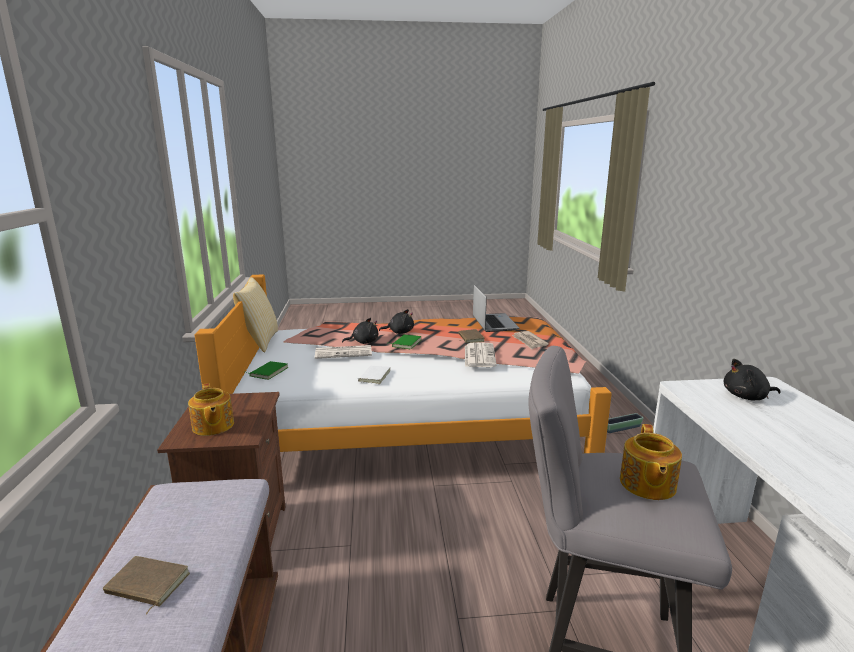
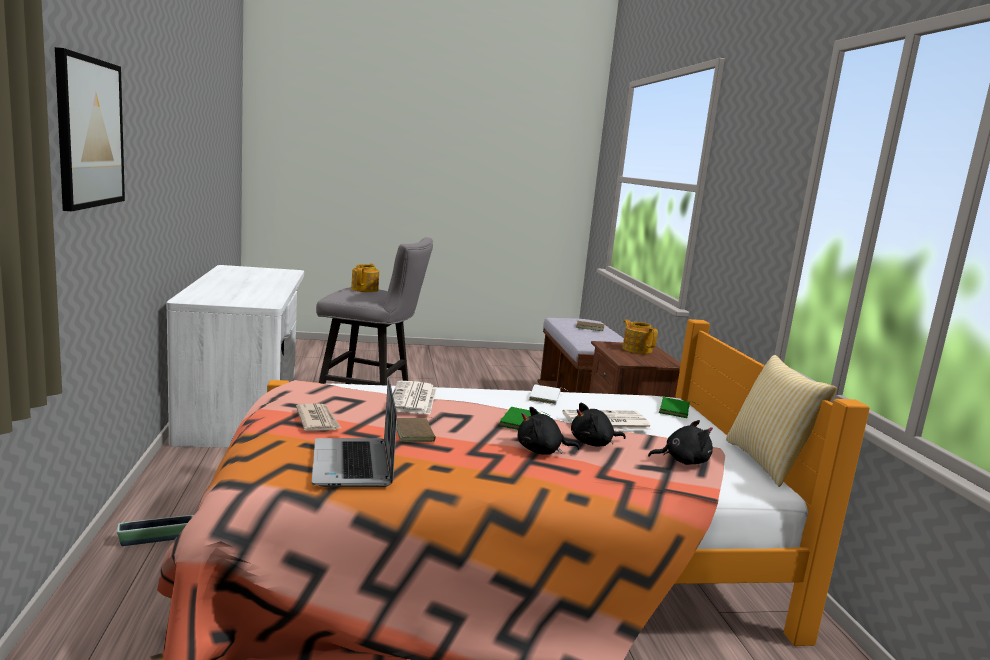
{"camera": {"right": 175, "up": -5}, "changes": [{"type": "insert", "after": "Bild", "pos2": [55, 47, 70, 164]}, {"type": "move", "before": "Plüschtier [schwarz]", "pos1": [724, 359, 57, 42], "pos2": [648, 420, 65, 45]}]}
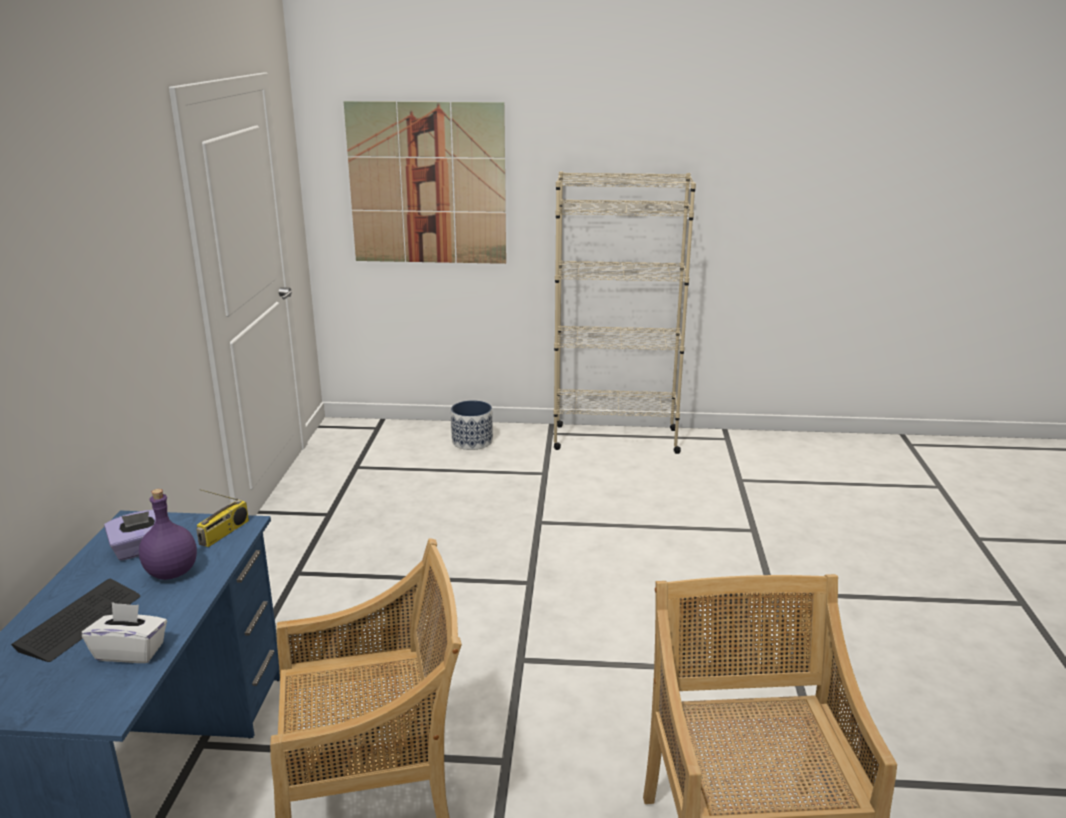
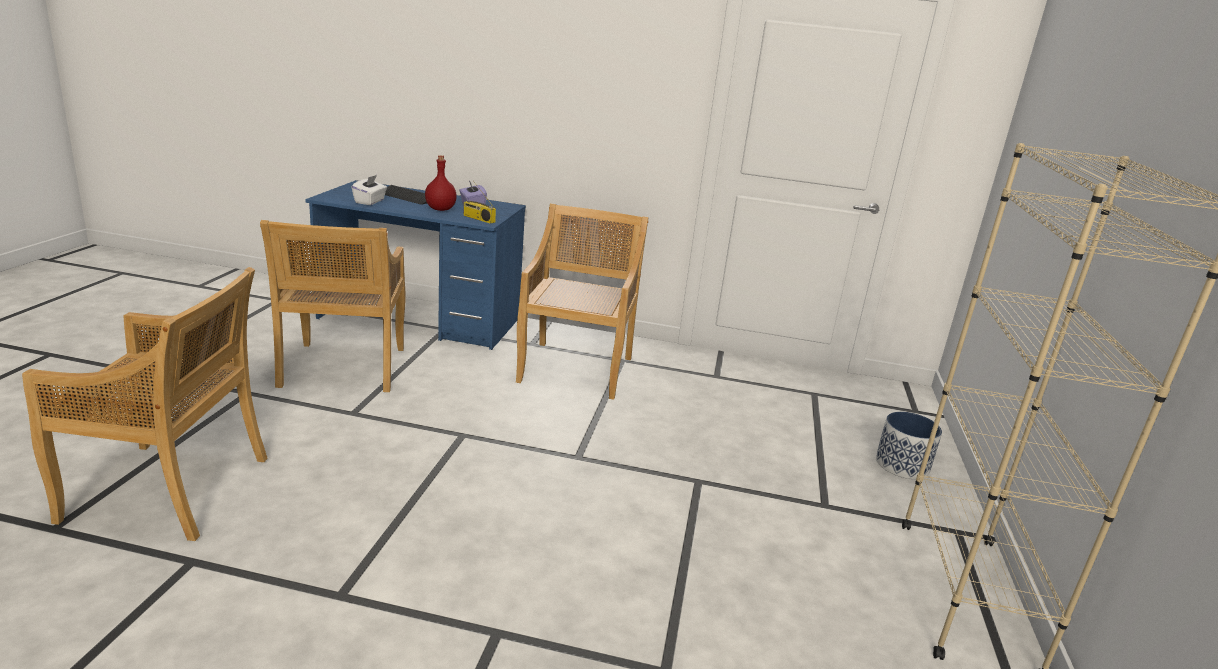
{"camera": {"right": 95, "up": 0}, "changes": [{"type": "delete", "before": "Bild", "pos1": [344, 101, 162, 163]}, {"type": "insert", "after": "Stuhl [beige]", "pos2": [516, 203, 132, 197]}, {"type": "recolor", "before": "Flasche [lila]", "after": "Flasche [rot]", "pos1": [139, 489, 58, 91], "pos2": [425, 155, 32, 56]}]}
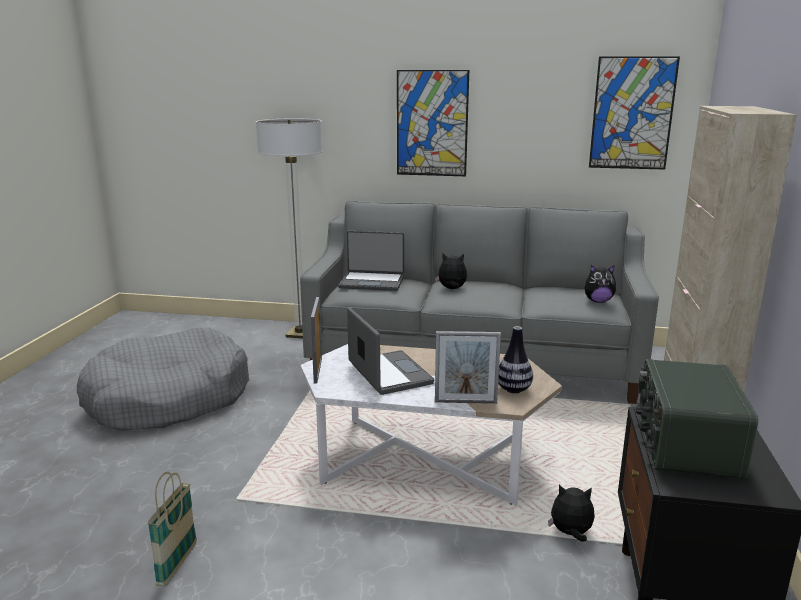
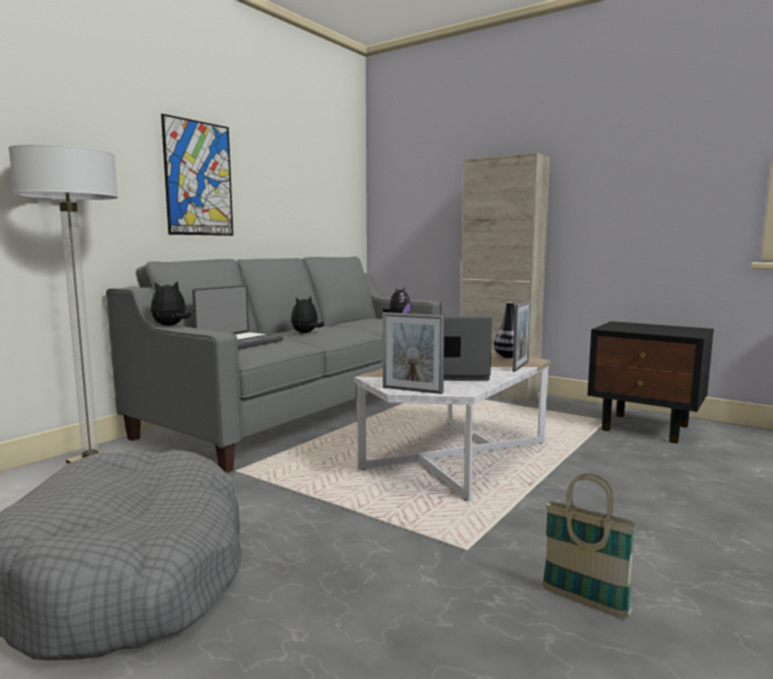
{"camera": {"right": -65, "up": -10}, "changes": [{"type": "delete", "before": "Bild", "pos1": [589, 56, 91, 114]}, {"type": "delete", "before": "Radio", "pos1": [636, 359, 122, 120]}, {"type": "move", "before": "Plüschtier", "pos1": [548, 484, 47, 58], "pos2": [151, 281, 40, 45]}]}
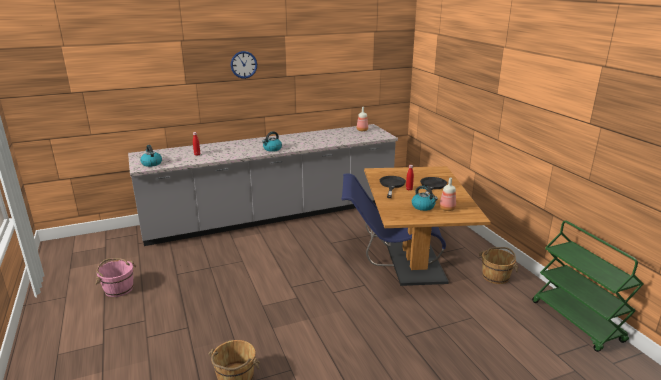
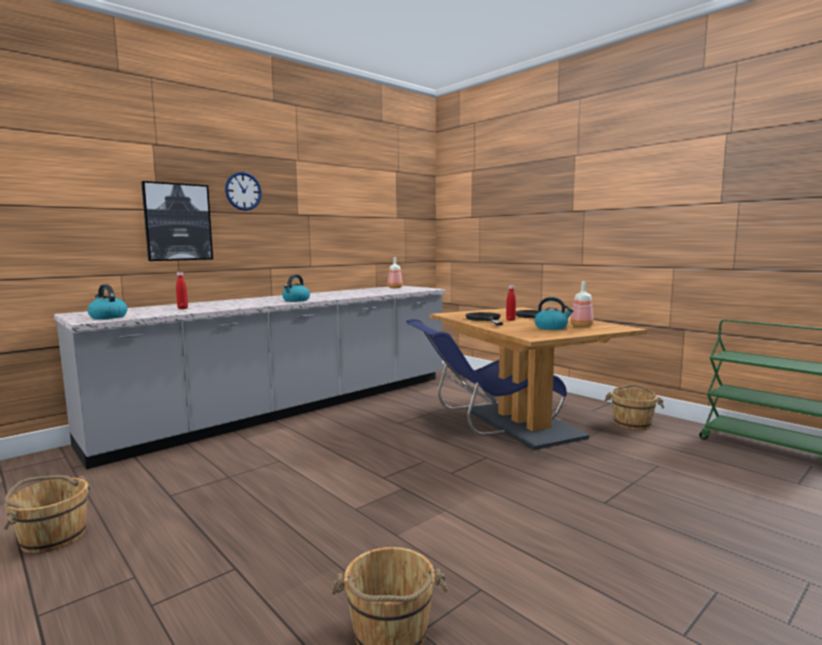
{"camera": {"right": -20, "up": -15}, "changes": [{"type": "insert", "after": "Bild", "pos2": [141, 181, 72, 80]}, {"type": "recolor", "before": "Eimer [rosa]", "after": "Eimer [braun]", "pos1": [95, 258, 42, 39], "pos2": [3, 475, 88, 78]}]}
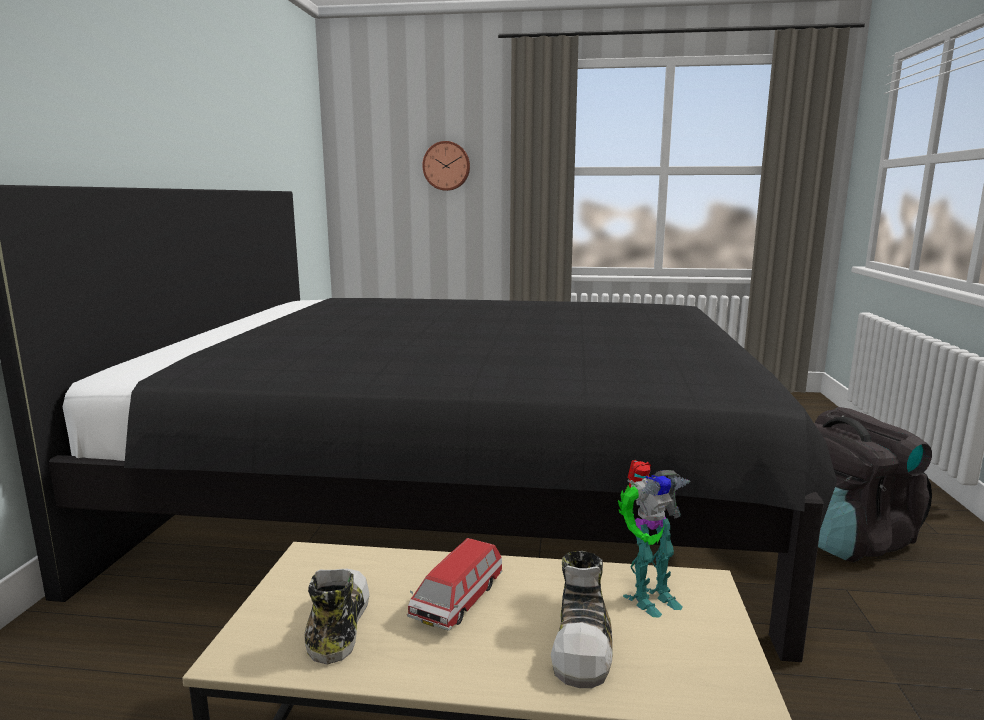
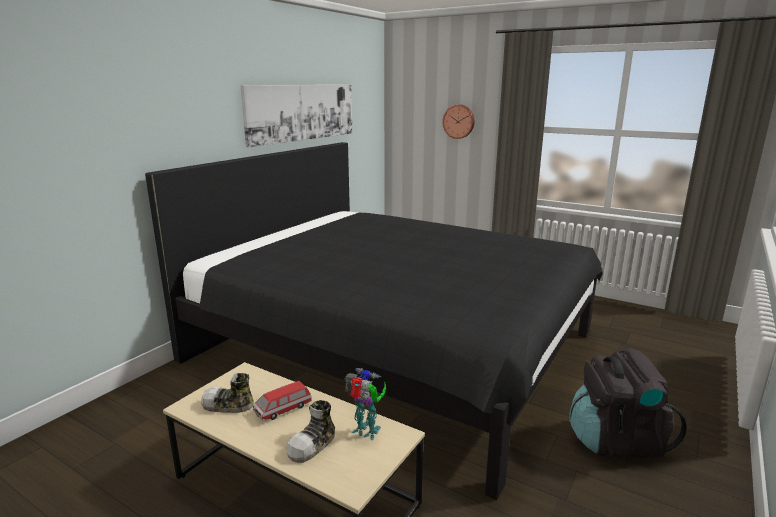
{"camera": {"right": 25, "up": 5}, "changes": [{"type": "insert", "after": "Bild", "pos2": [240, 85, 112, 63]}, {"type": "rotate", "before": "Schuh", "pos1": [304, 568, 66, 97], "pos2": [201, 373, 53, 40], "turn": -105}, {"type": "rotate", "before": "Spielzeugroboter", "pos1": [618, 460, 73, 157], "pos2": [344, 368, 42, 72], "turn": -150}]}
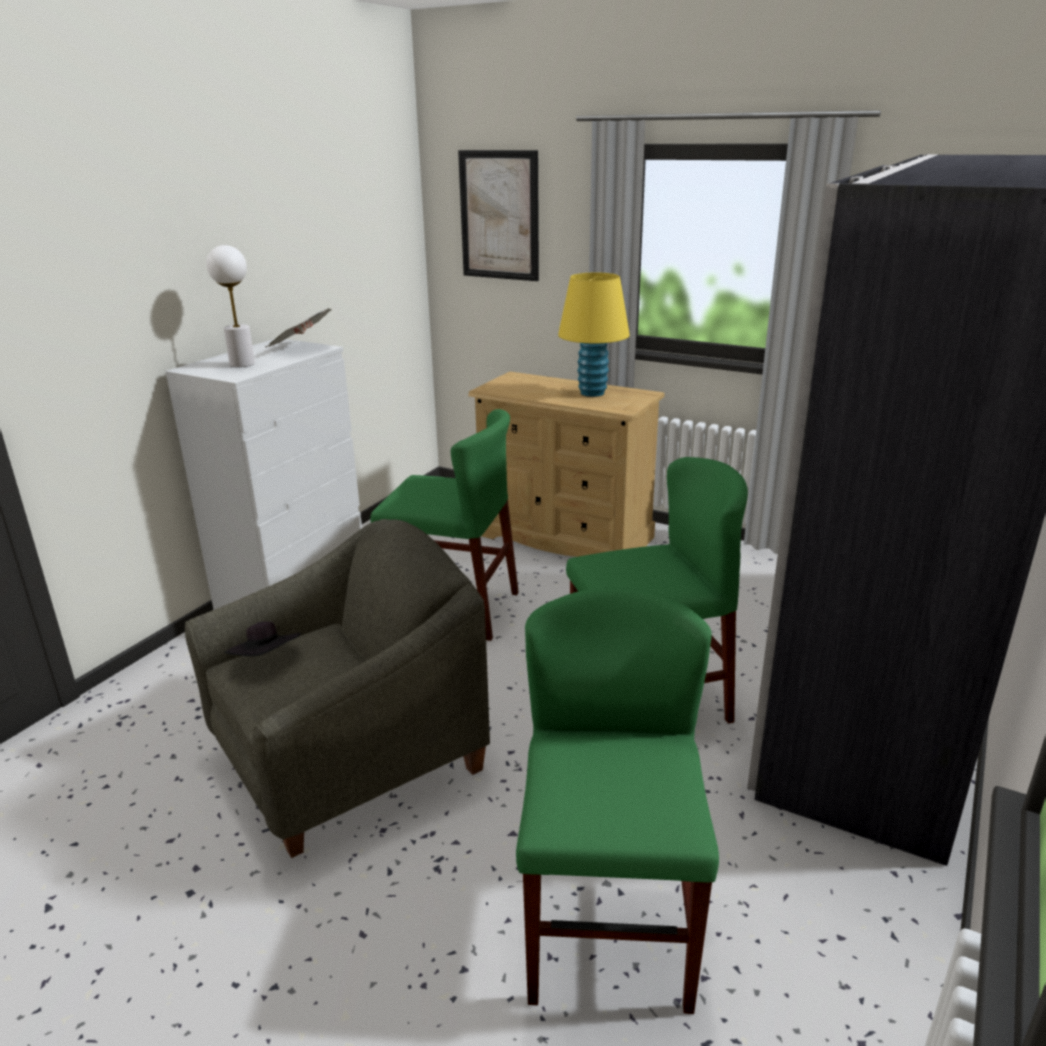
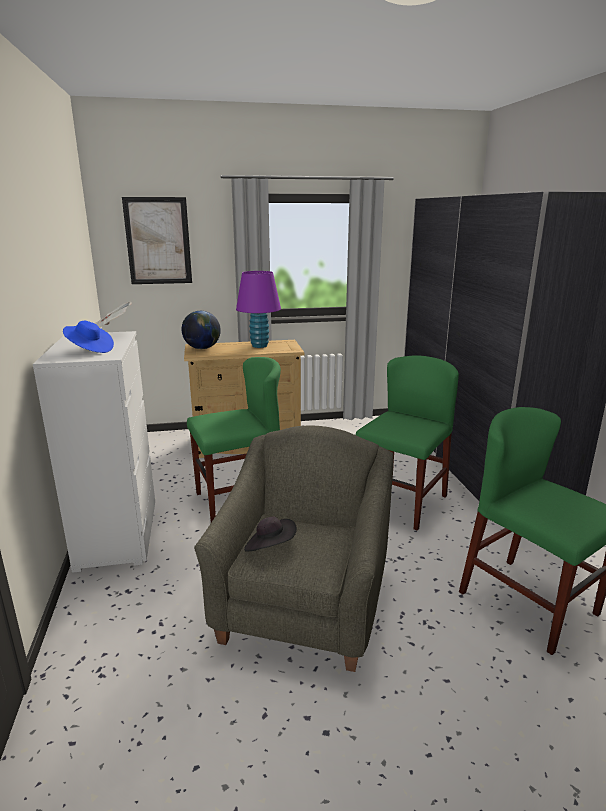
{"camera": {"right": -40, "up": -5}, "changes": [{"type": "insert", "after": "Globus", "pos2": [182, 311, 39, 38]}, {"type": "replace", "before": "Tischlampe [weiß]", "after": "Hut [blau]", "pos1": [206, 245, 49, 122], "pos2": [63, 321, 51, 32]}, {"type": "recolor", "before": "Tischlampe [gelb]", "after": "Tischlampe [lila]", "pos1": [558, 272, 72, 125], "pos2": [236, 271, 45, 77]}]}
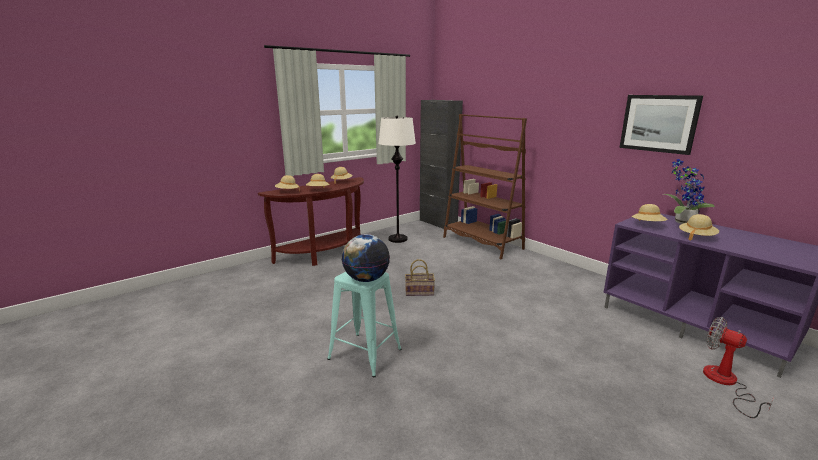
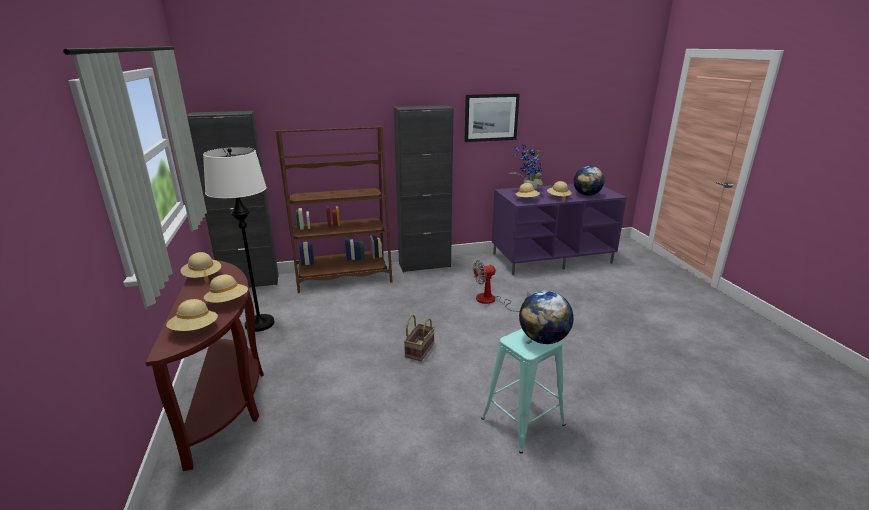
{"camera": {"right": -65, "up": 5}, "changes": [{"type": "insert", "after": "Schrank [schwarz]", "pos2": [394, 105, 60, 168]}, {"type": "insert", "after": "Globus", "pos2": [573, 166, 32, 30]}, {"type": "move", "before": "Ventilator", "pos1": [703, 317, 71, 101], "pos2": [473, 260, 58, 52]}]}
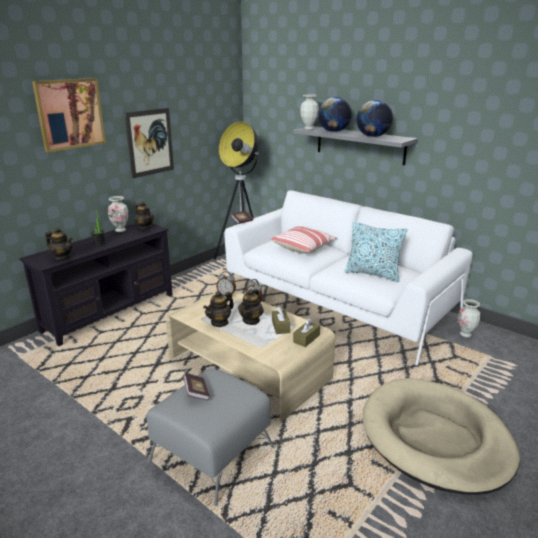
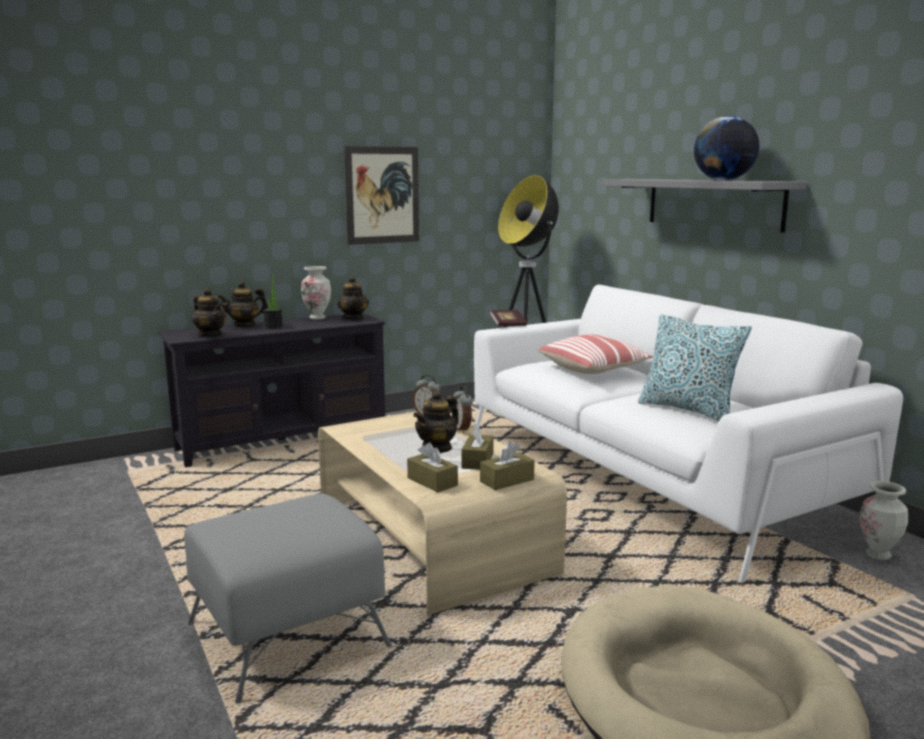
{"camera": {"right": 20, "up": -10}, "changes": [{"type": "delete", "before": "Bild", "pos1": [32, 78, 74, 74]}, {"type": "delete", "before": "Buch", "pos1": [183, 373, 27, 27]}, {"type": "delete", "before": "Vase", "pos1": [300, 94, 19, 36]}, {"type": "delete", "before": "Globus", "pos1": [318, 97, 34, 35]}, {"type": "insert", "after": "Taschentuchbox [braun]", "pos2": [407, 442, 51, 51]}, {"type": "move", "before": "Teekanne", "pos1": [203, 291, 31, 36], "pos2": [218, 281, 50, 47]}]}
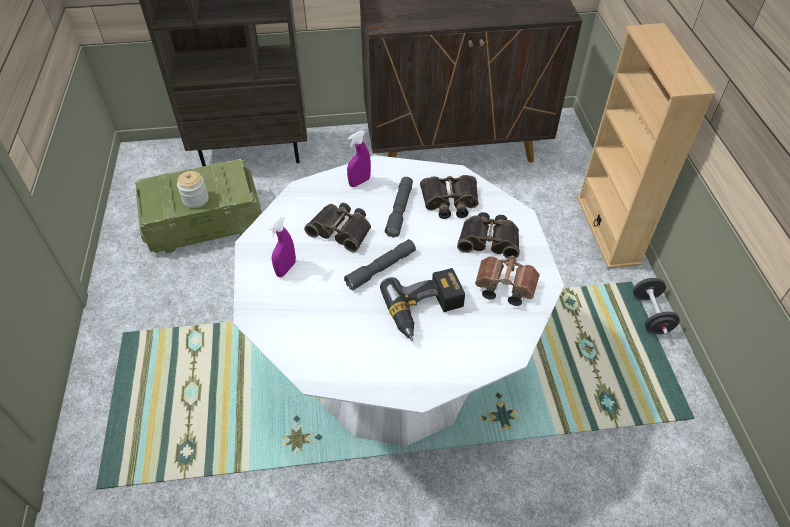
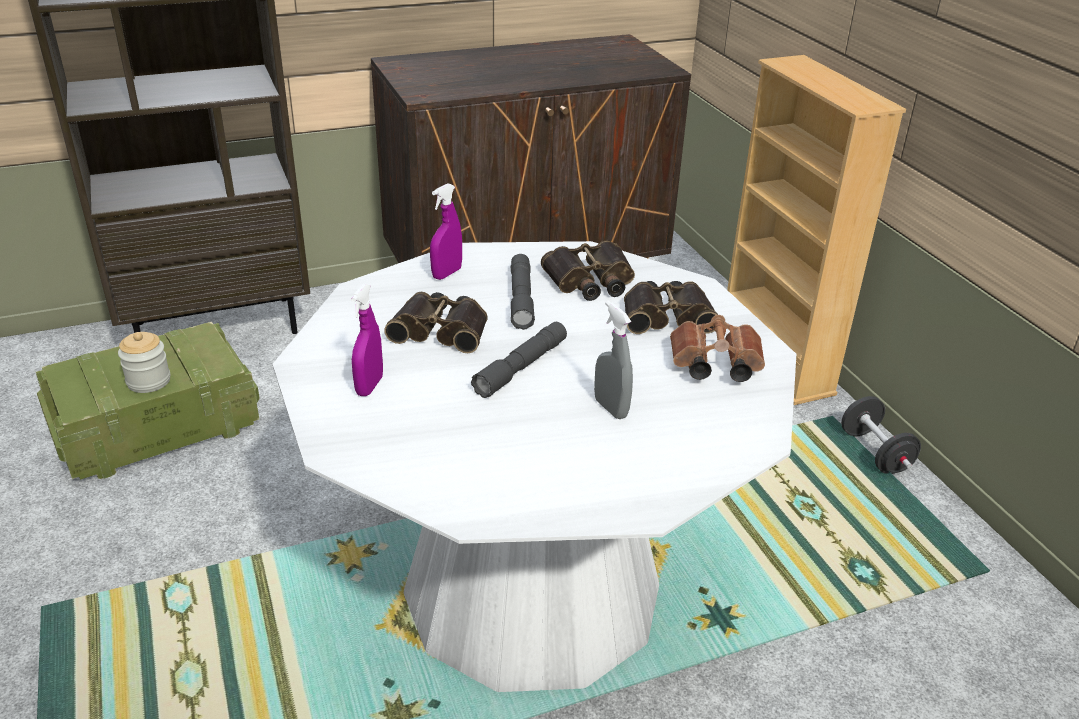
{"camera": {"right": -15, "up": -15}, "changes": [{"type": "replace", "before": "Bohrmaschine", "after": "Sprühflasche [grau]", "pos1": [380, 268, 85, 73], "pos2": [594, 301, 39, 118]}]}
